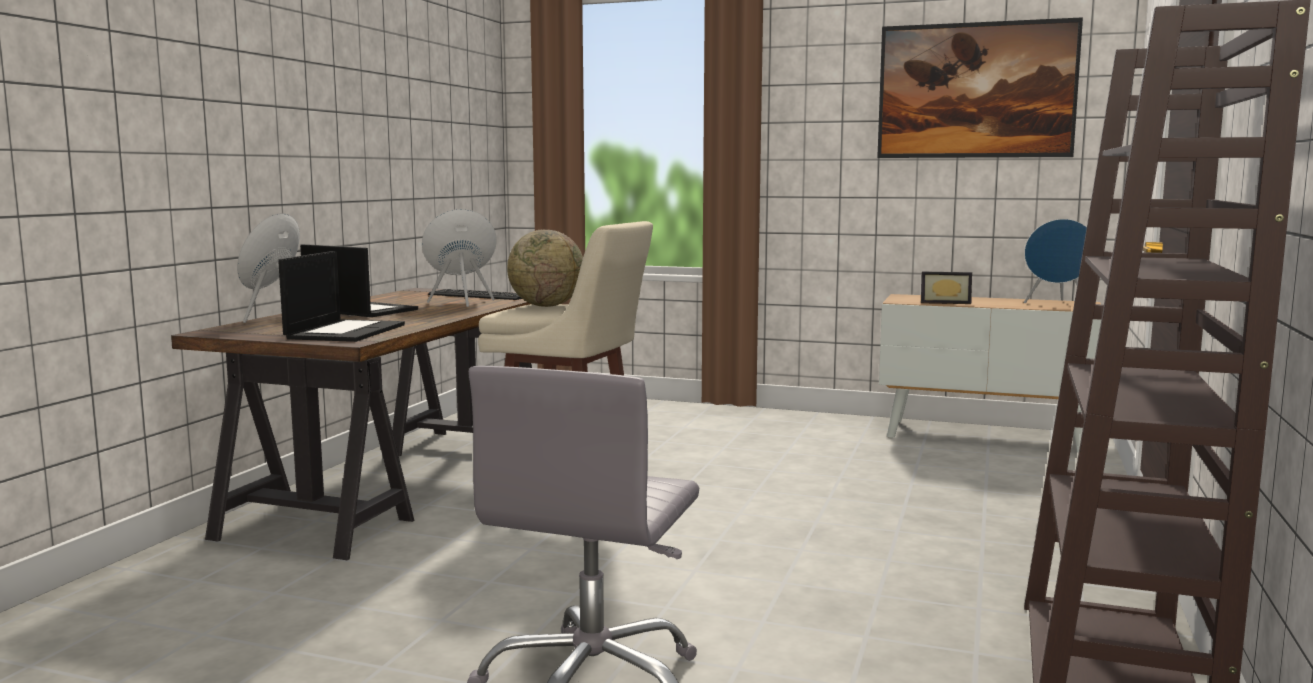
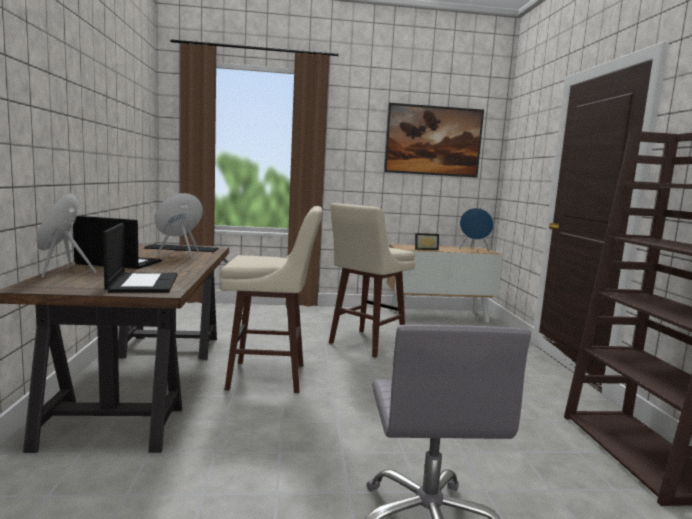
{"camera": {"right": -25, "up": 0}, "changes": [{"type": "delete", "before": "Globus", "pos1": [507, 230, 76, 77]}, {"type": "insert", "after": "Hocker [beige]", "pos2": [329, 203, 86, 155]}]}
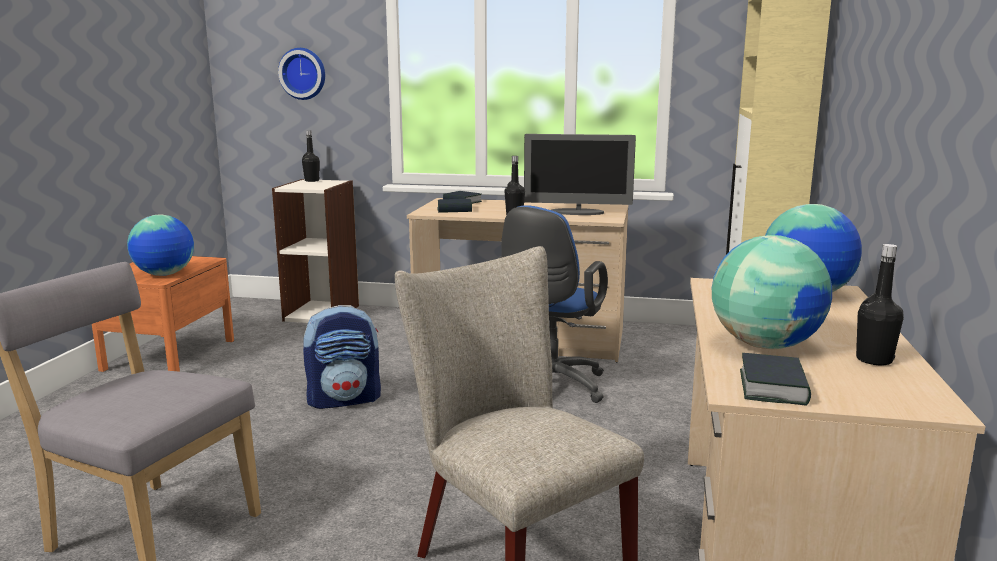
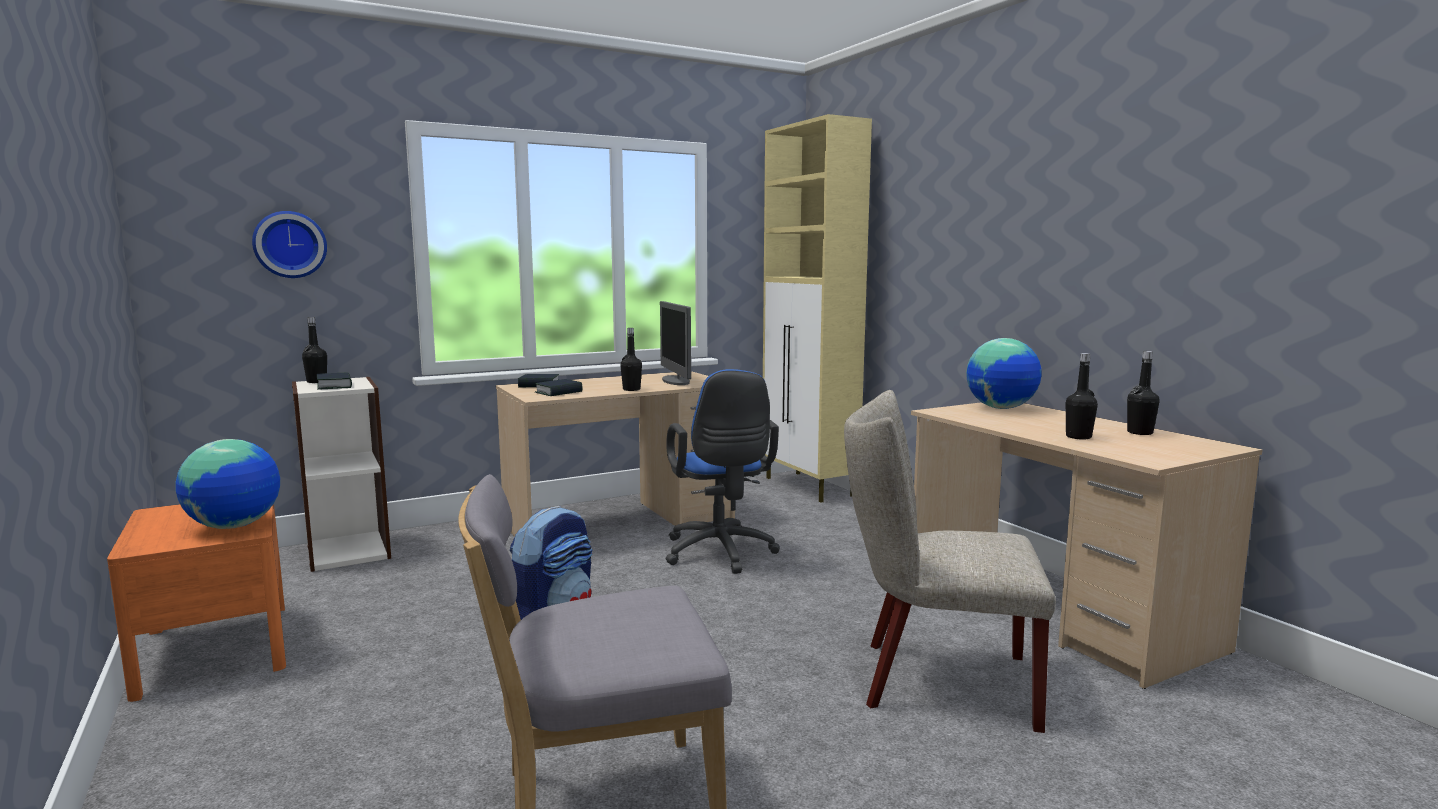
{"camera": {"right": -40, "up": -5}, "changes": [{"type": "move", "before": "Buch", "pos1": [740, 353, 71, 53], "pos2": [317, 372, 35, 18]}, {"type": "replace", "before": "Globus", "after": "Flasche [schwarz]", "pos1": [712, 235, 120, 114], "pos2": [1066, 353, 32, 87]}, {"type": "rotate", "before": "Monitor", "pos1": [524, 134, 112, 81], "pos2": [660, 301, 31, 84], "turn": 105}]}
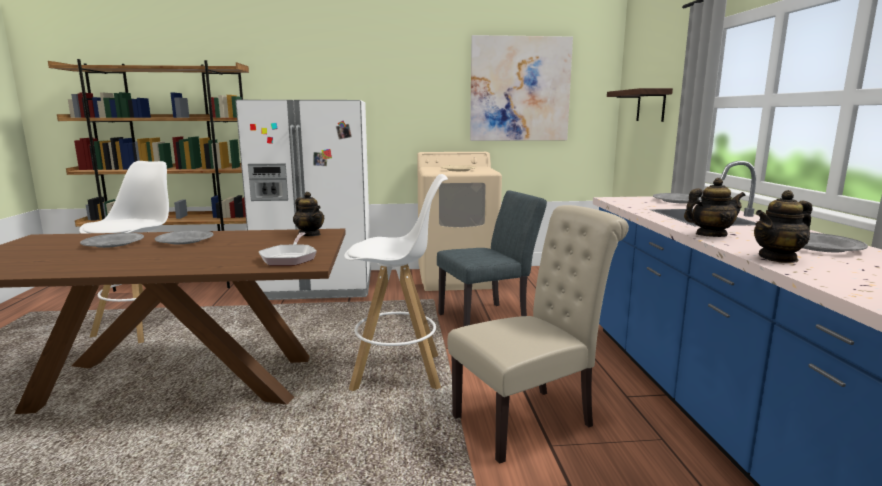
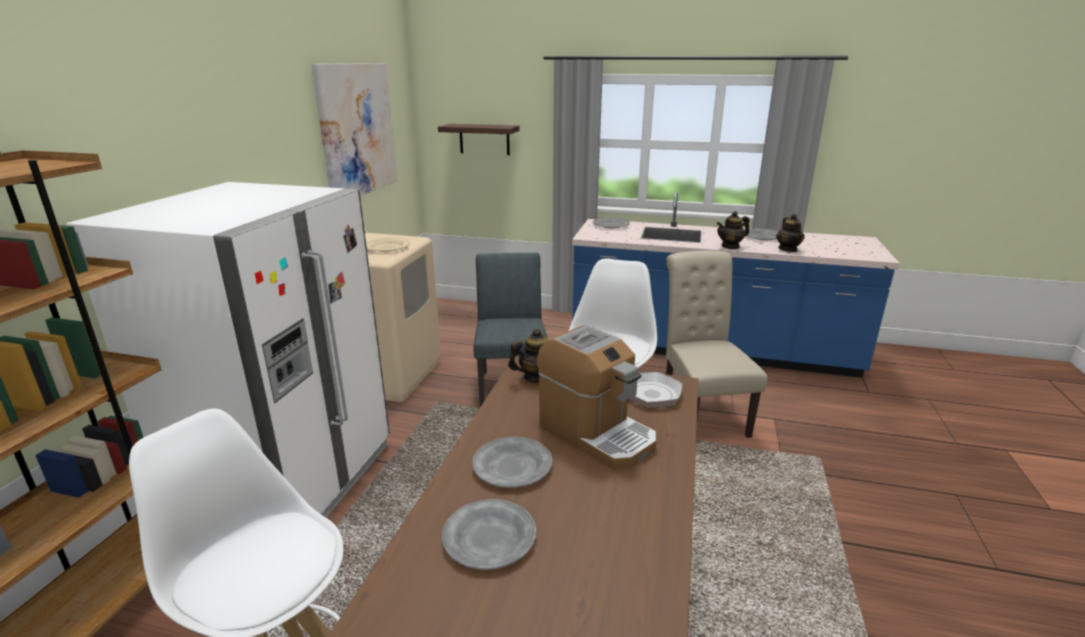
{"camera": {"right": -70, "up": 10}, "changes": [{"type": "insert", "after": "Kaffeemaschine", "pos2": [537, 325, 119, 144]}, {"type": "rotate", "before": "Teekanne", "pos1": [684, 178, 61, 59], "pos2": [717, 211, 33, 38], "turn": -120}]}
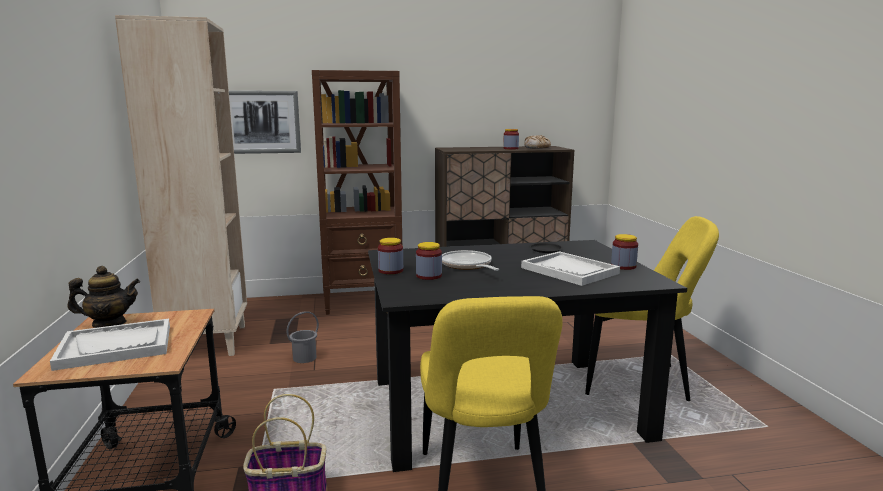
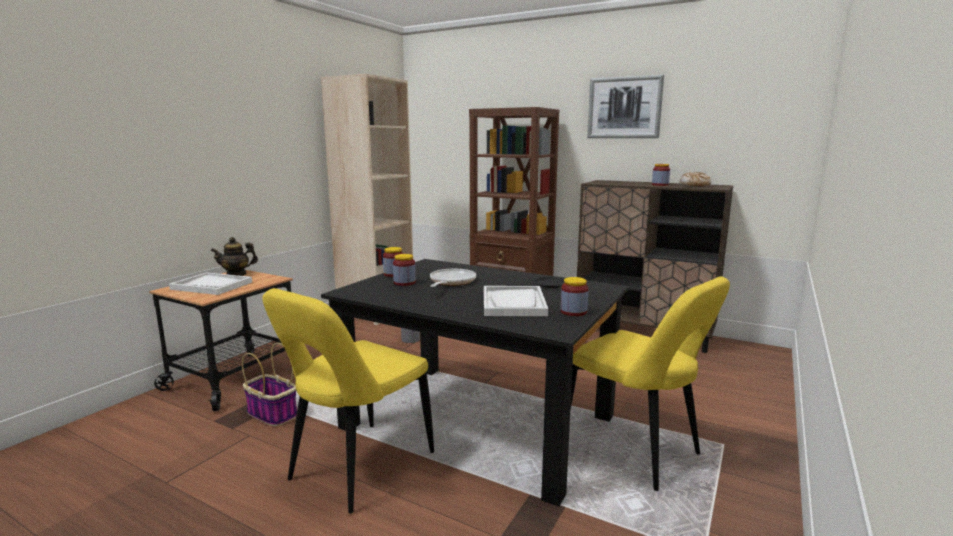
{"camera": {"right": 40, "up": 0}, "changes": [{"type": "move", "before": "Bild", "pos1": [229, 91, 72, 63], "pos2": [587, 74, 77, 64]}, {"type": "rotate", "before": "Teekanne", "pos1": [68, 266, 72, 62], "pos2": [211, 237, 47, 39], "turn": 135}]}
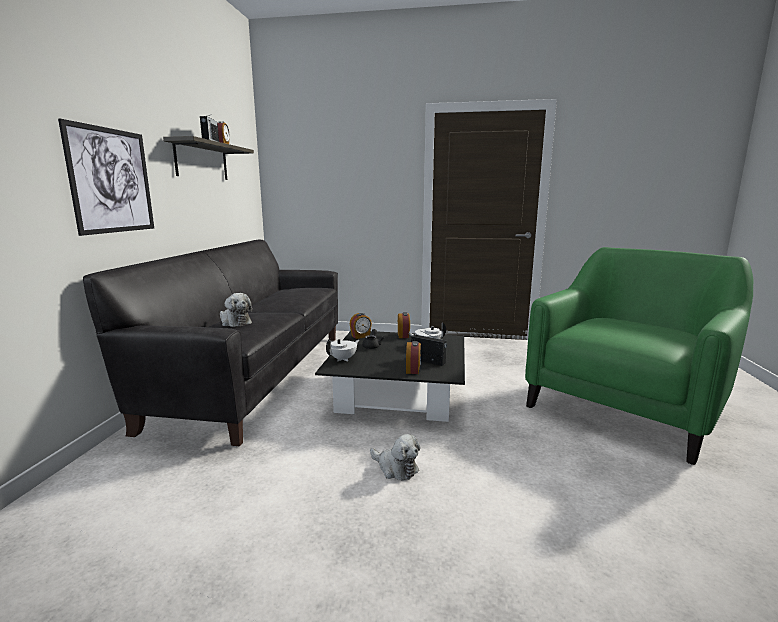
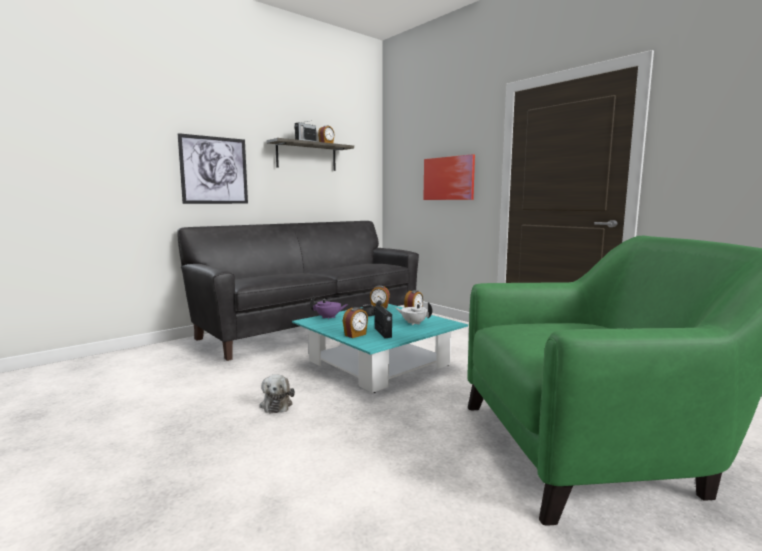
{"camera": {"right": 40, "up": -5}, "changes": [{"type": "delete", "before": "Plüschtier", "pos1": [220, 293, 32, 34]}, {"type": "insert", "after": "Bild", "pos2": [423, 154, 52, 46]}, {"type": "recolor", "before": "Couchtisch [schwarz]", "after": "Couchtisch [türkis]", "pos1": [315, 331, 150, 91], "pos2": [292, 304, 176, 89]}, {"type": "recolor", "before": "Teekanne [weiß]", "after": "Teekanne [lila]", "pos1": [326, 338, 33, 24], "pos2": [310, 297, 38, 23]}]}
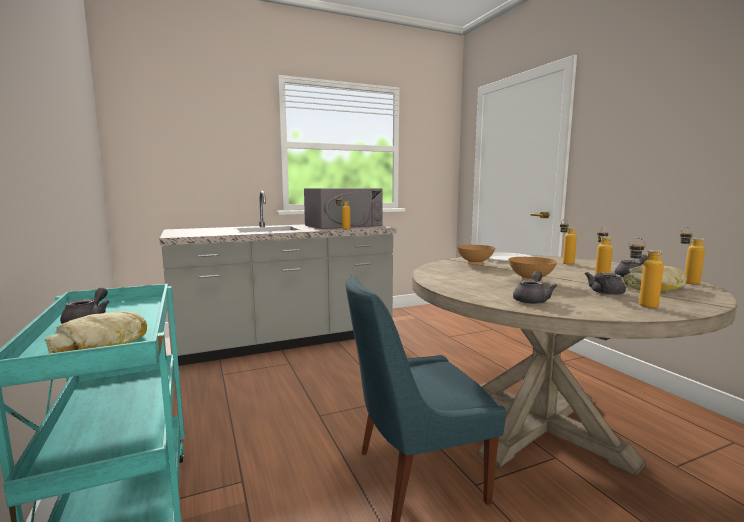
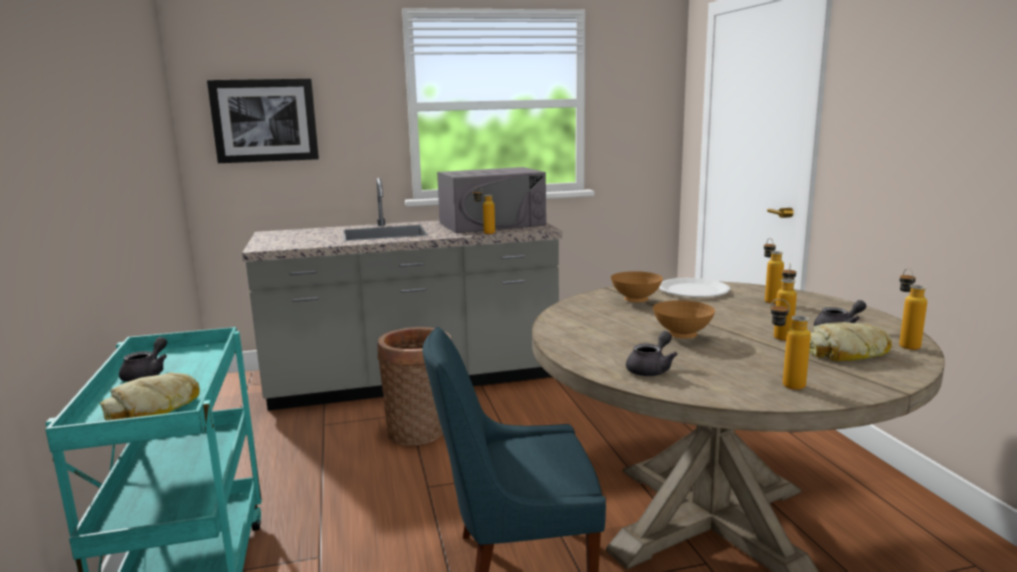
{"camera": {"right": 10, "up": 5}, "changes": [{"type": "delete", "before": "Teekanne [grau]", "pos1": [585, 272, 41, 23]}, {"type": "insert", "after": "Bild", "pos2": [207, 79, 112, 84]}, {"type": "insert", "after": "Korb", "pos2": [378, 327, 73, 119]}]}
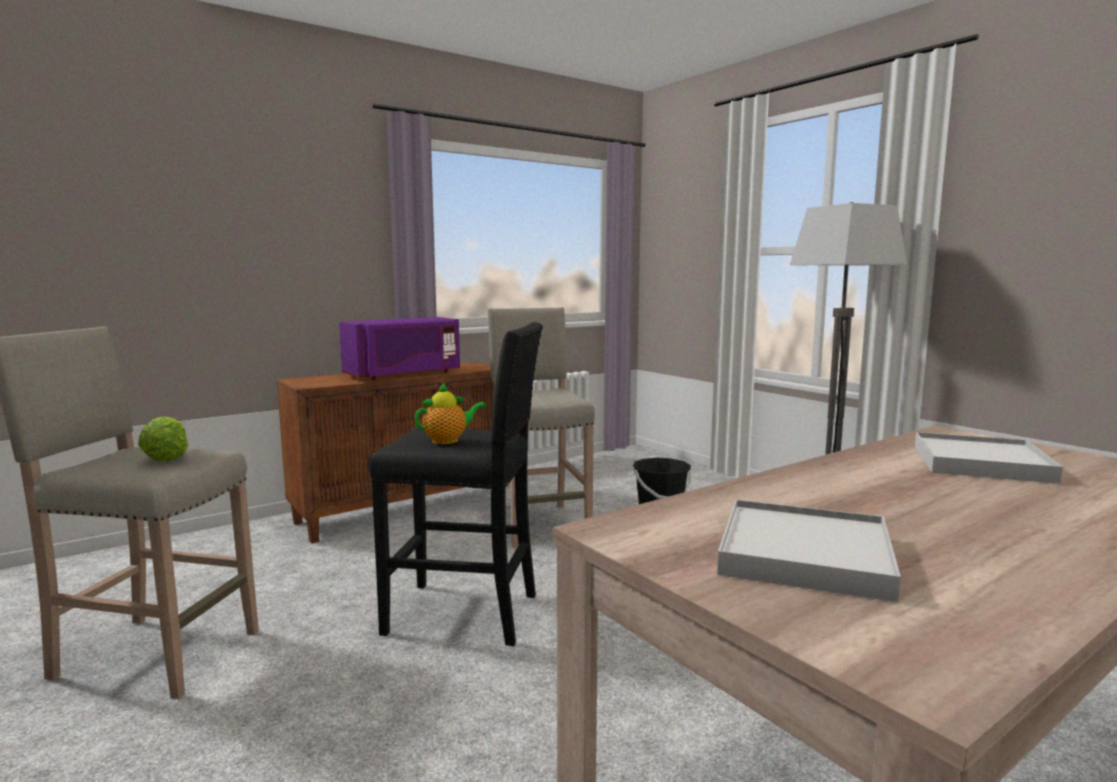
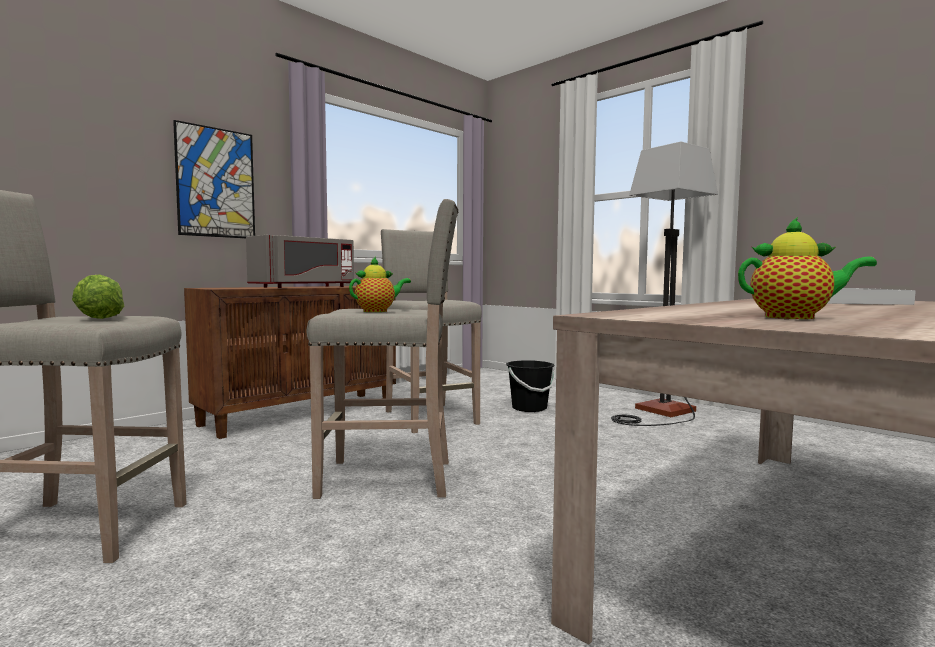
{"camera": {"right": -10, "up": -5}, "changes": [{"type": "insert", "after": "Bild", "pos2": [173, 120, 82, 118]}, {"type": "replace", "before": "Tablett [weiß]", "after": "Teekanne", "pos1": [717, 500, 184, 102], "pos2": [738, 216, 139, 103]}, {"type": "recolor", "before": "Mikrowelle [lila]", "after": "Mikrowelle [grau]", "pos1": [339, 317, 121, 63], "pos2": [246, 235, 108, 53]}, {"type": "recolor", "before": "Hocker [schwarz]", "after": "Hocker [beige]", "pos1": [368, 322, 175, 324], "pos2": [307, 199, 151, 300]}]}
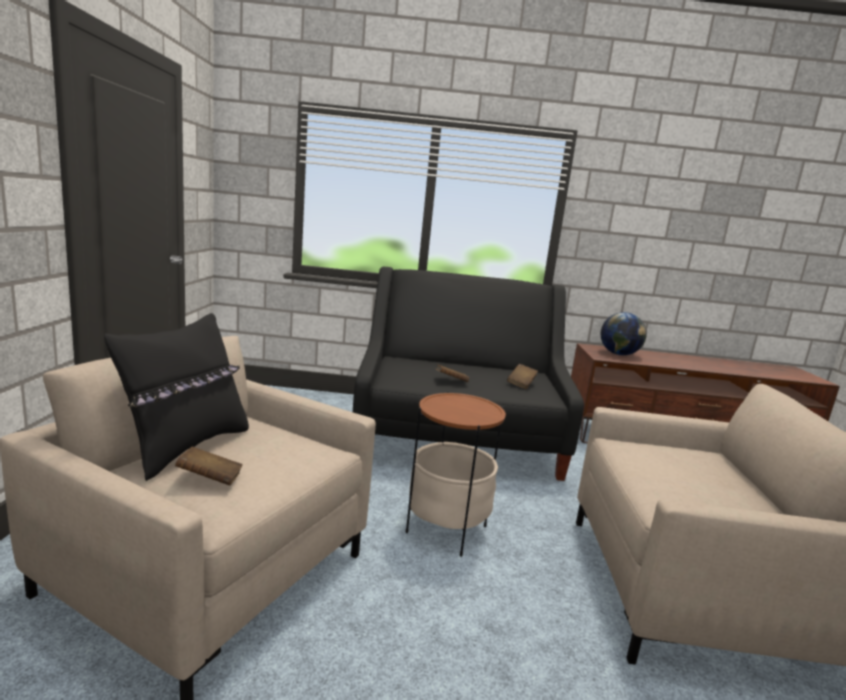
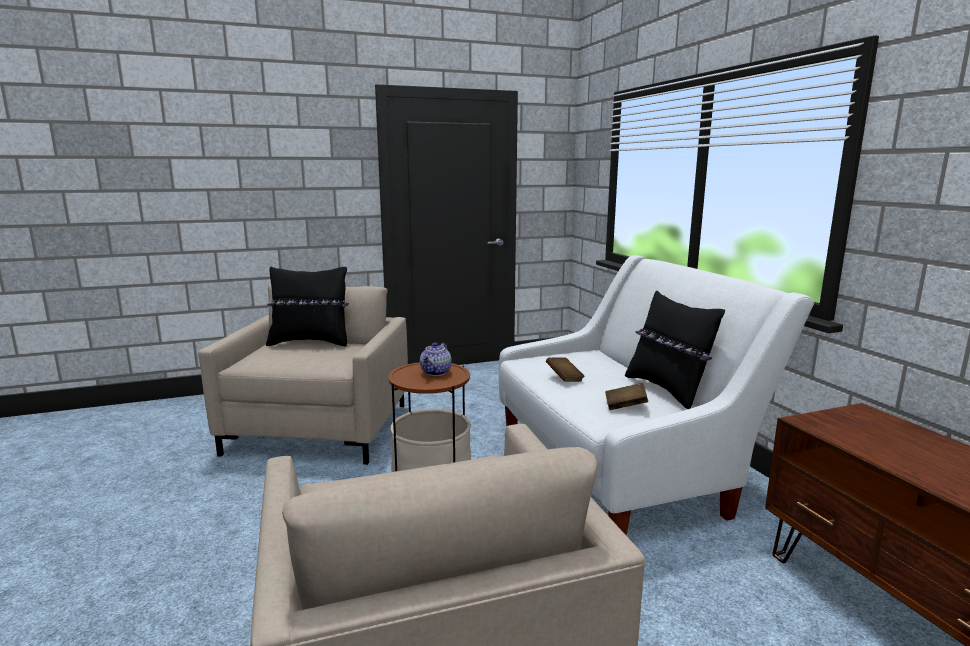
{"camera": {"right": 70, "up": 0}, "changes": [{"type": "delete", "before": "Buch [braun]", "pos1": [175, 446, 68, 39]}, {"type": "delete", "before": "Globus", "pos1": [601, 312, 46, 43]}, {"type": "insert", "after": "Teekanne", "pos2": [420, 343, 32, 33]}, {"type": "insert", "after": "Kissen [schwarz]", "pos2": [625, 291, 100, 118]}, {"type": "recolor", "before": "Sofa [schwarz]", "after": "Sofa [weiß]", "pos1": [353, 267, 231, 214], "pos2": [499, 255, 315, 281]}]}
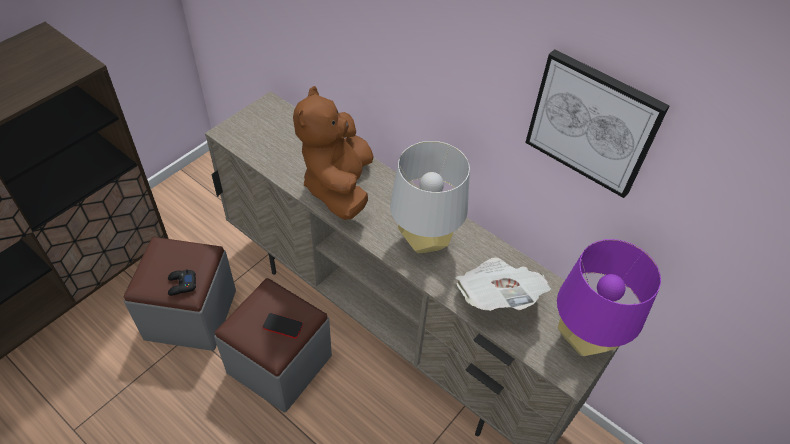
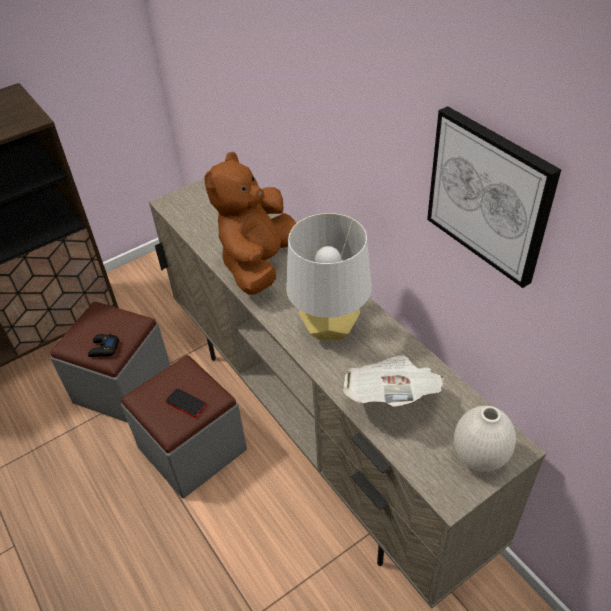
{"camera": {"right": 20, "up": -5}, "changes": [{"type": "replace", "before": "Tischlampe [lila]", "after": "Vase [weiß]", "pos1": [557, 239, 104, 117], "pos2": [454, 406, 62, 66]}]}
